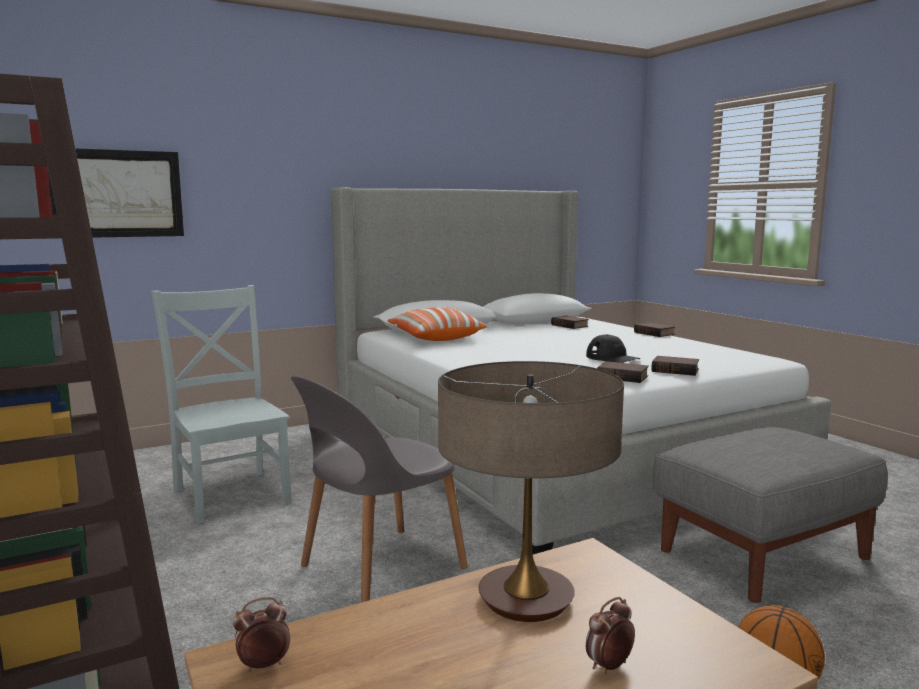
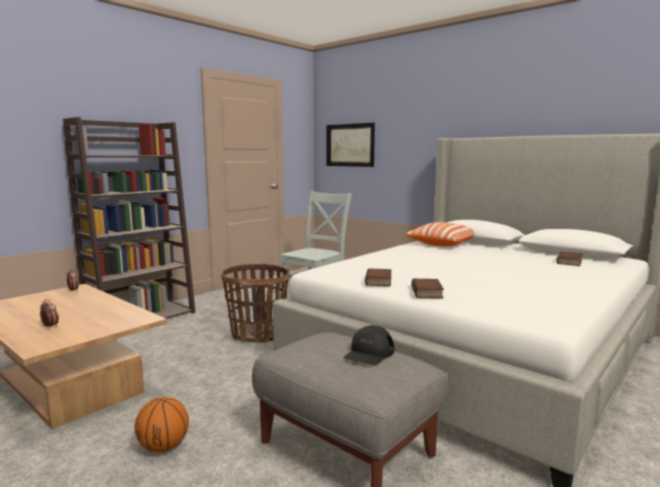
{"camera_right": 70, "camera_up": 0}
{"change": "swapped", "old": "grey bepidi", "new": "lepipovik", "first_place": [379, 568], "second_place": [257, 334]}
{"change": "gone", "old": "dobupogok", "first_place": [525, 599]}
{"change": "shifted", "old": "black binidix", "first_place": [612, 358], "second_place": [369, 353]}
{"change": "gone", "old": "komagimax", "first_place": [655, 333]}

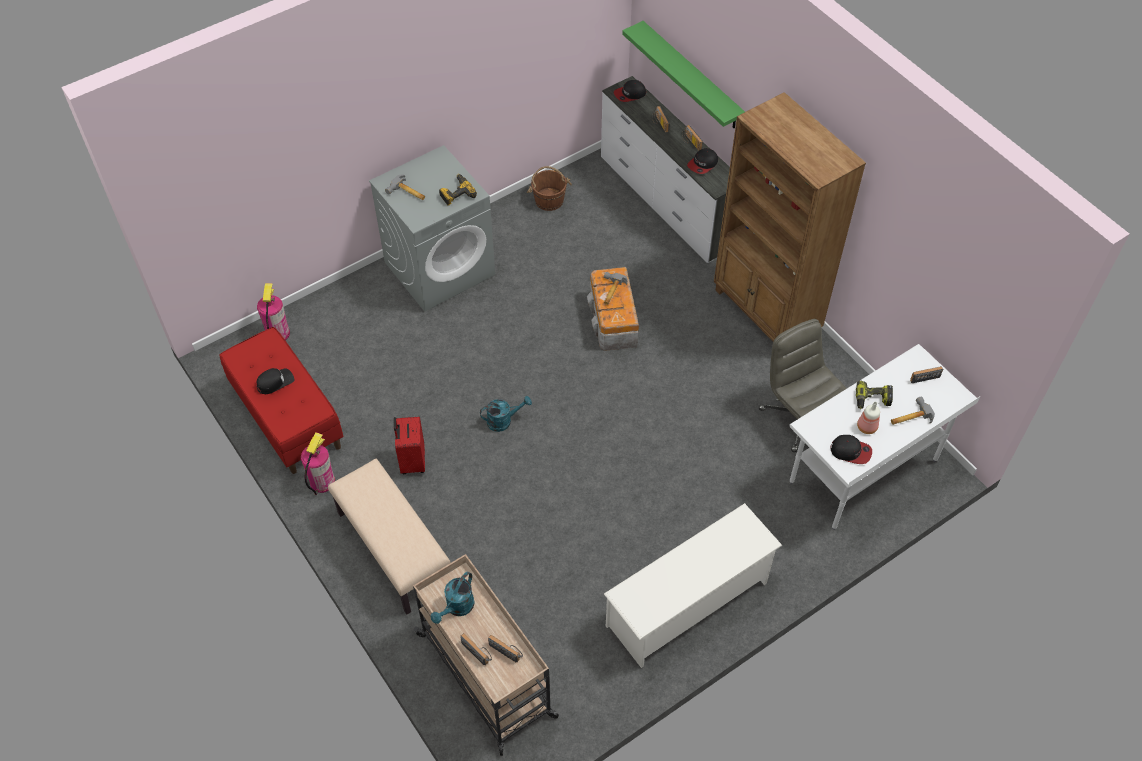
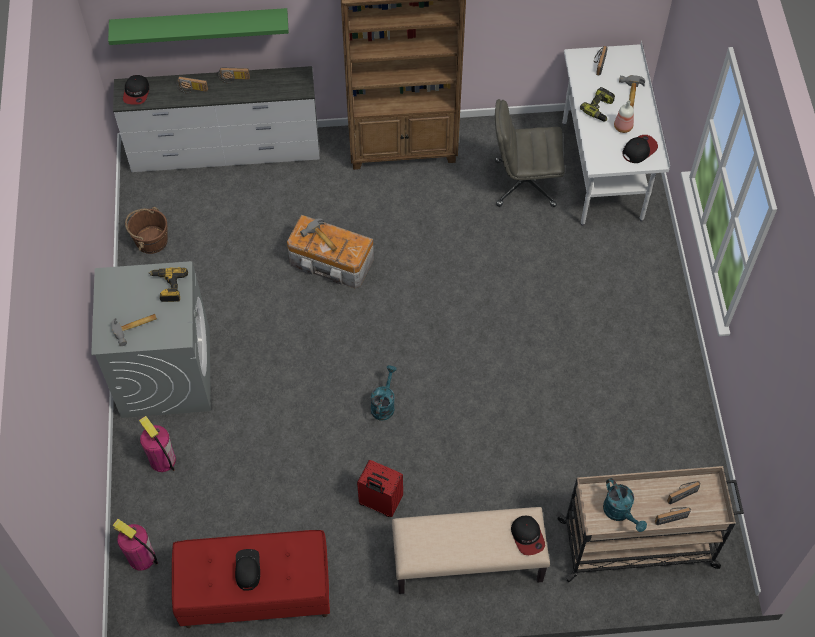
{"camera_right": -60, "camera_up": 5}
{"change": "shifted", "old": "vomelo", "first_place": [322, 481], "second_place": [162, 460]}
{"change": "gone", "old": "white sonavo", "first_place": [687, 604]}
{"change": "shifted", "old": "binidix", "first_place": [703, 164], "second_place": [527, 536]}

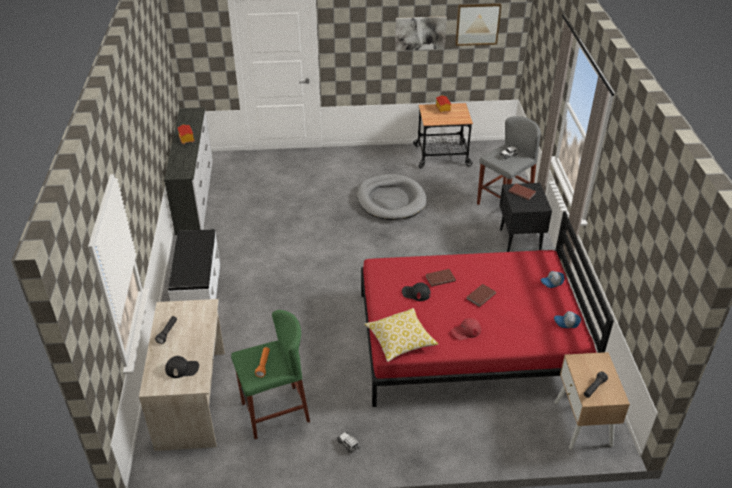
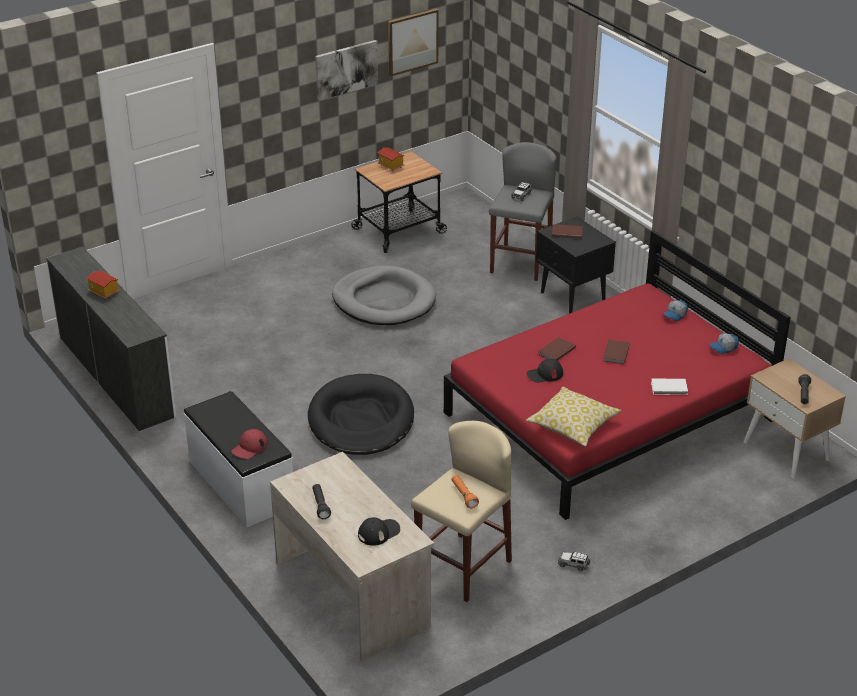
{"camera_right": -30, "camera_up": -5}
{"change": "repainted", "old": "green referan", "new": "beige referan", "first_place": [275, 412], "second_place": [463, 568]}
{"change": "shifted", "old": "red binidix", "first_place": [466, 331], "second_place": [249, 447]}
{"change": "new", "new": "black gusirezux", "second_place": [361, 420]}
{"change": "new", "new": "white komagimax", "second_place": [669, 388]}

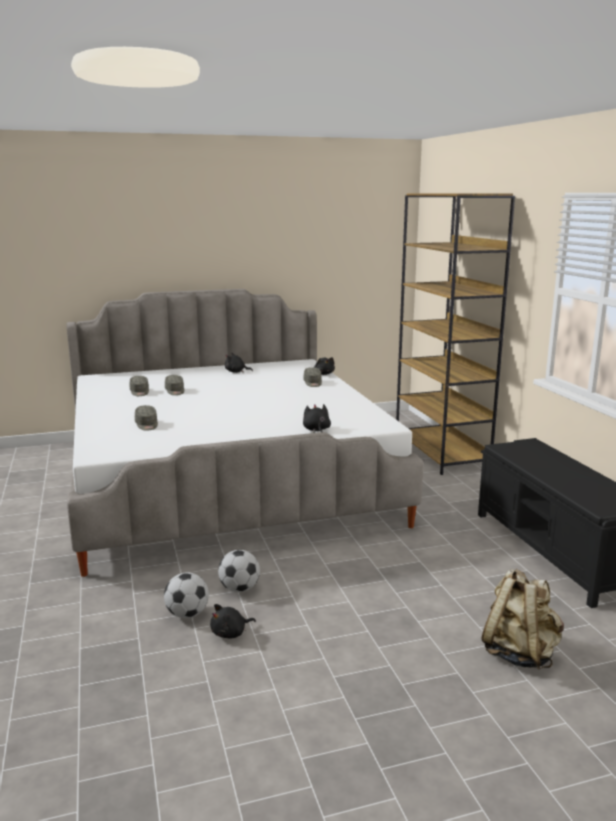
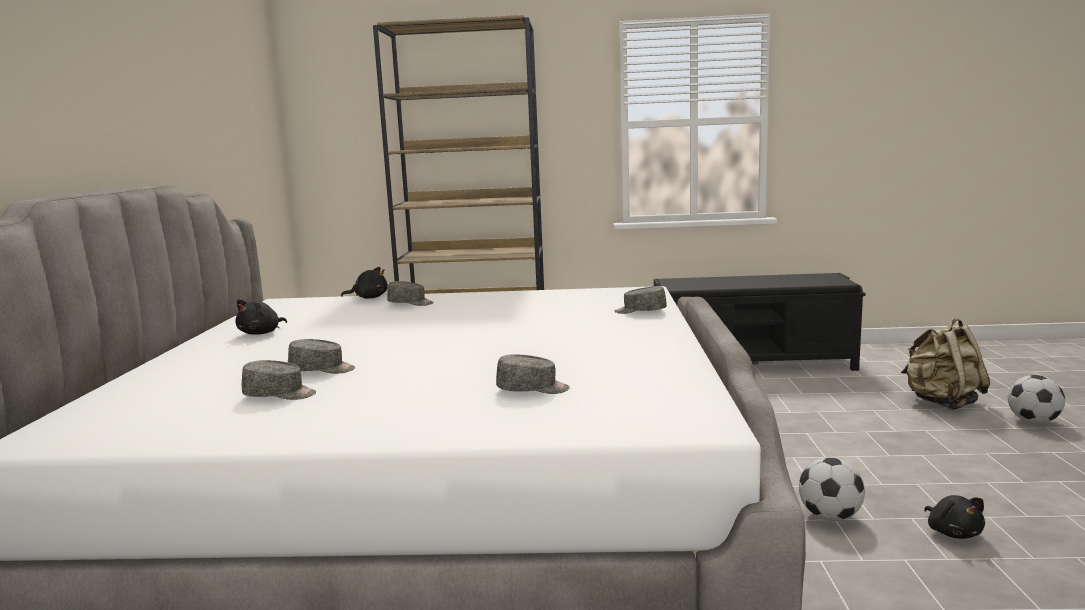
{"camera_right": -70, "camera_up": -5}
{"change": "shifted", "old": "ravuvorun", "first_place": [187, 614], "second_place": [1033, 421]}
{"change": "swapped", "old": "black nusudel", "new": "grey binidix", "first_place": [316, 430], "second_place": [640, 311]}

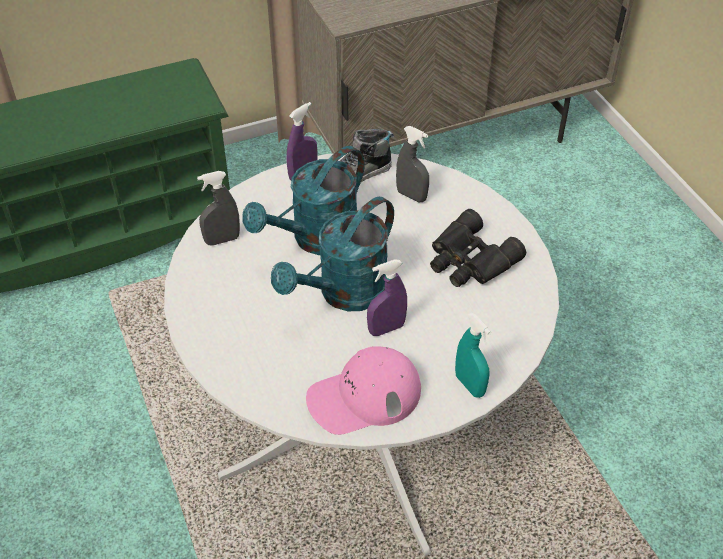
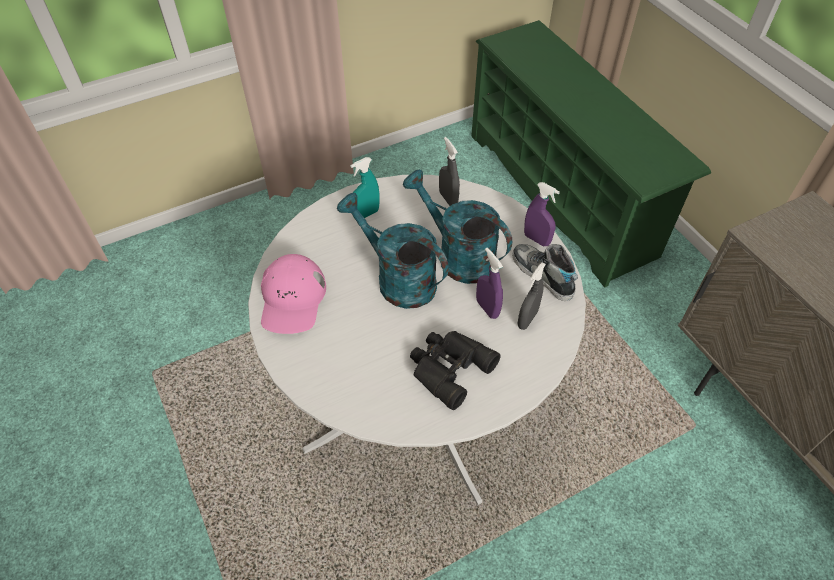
{"camera_right": 85, "camera_up": 5}
{"change": "rotated", "old": "pink binidix", "first_place": [364, 396], "second_place": [292, 299], "degrees": -150}
{"change": "shifted", "old": "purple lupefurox", "first_place": [386, 329], "second_place": [487, 308]}
{"change": "shifted", "old": "turquoise lupefurox", "first_place": [469, 385], "second_place": [366, 214]}

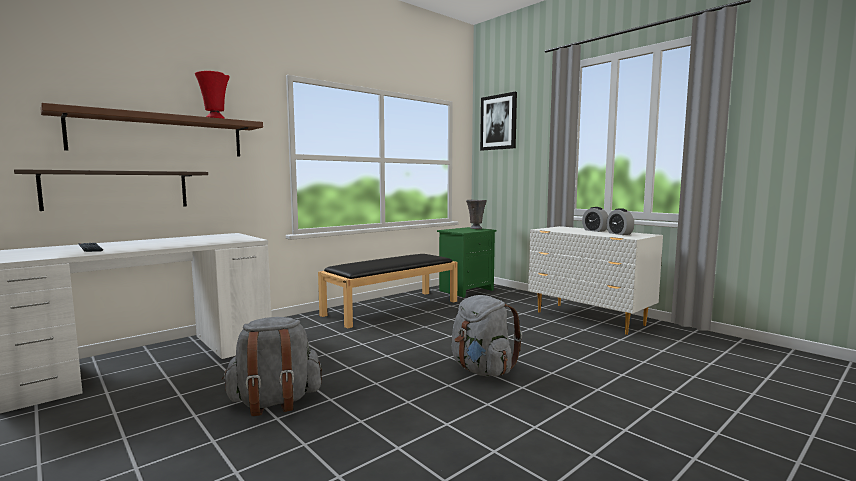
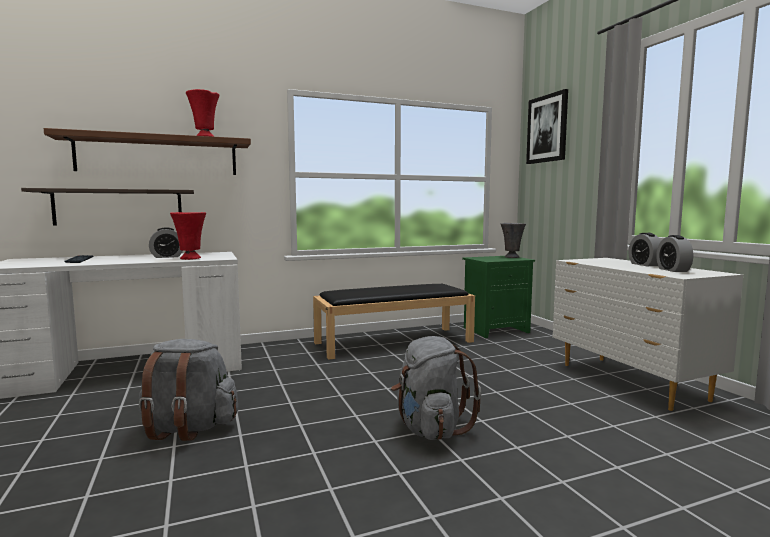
{"camera_right": 20, "camera_up": 0}
{"change": "new", "new": "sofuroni", "second_place": [167, 257]}
{"change": "new", "new": "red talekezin", "second_place": [191, 258]}

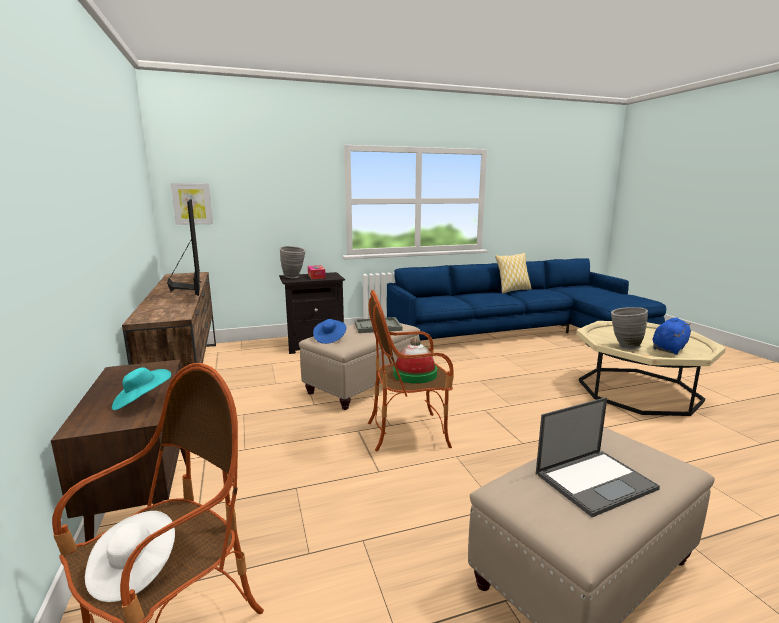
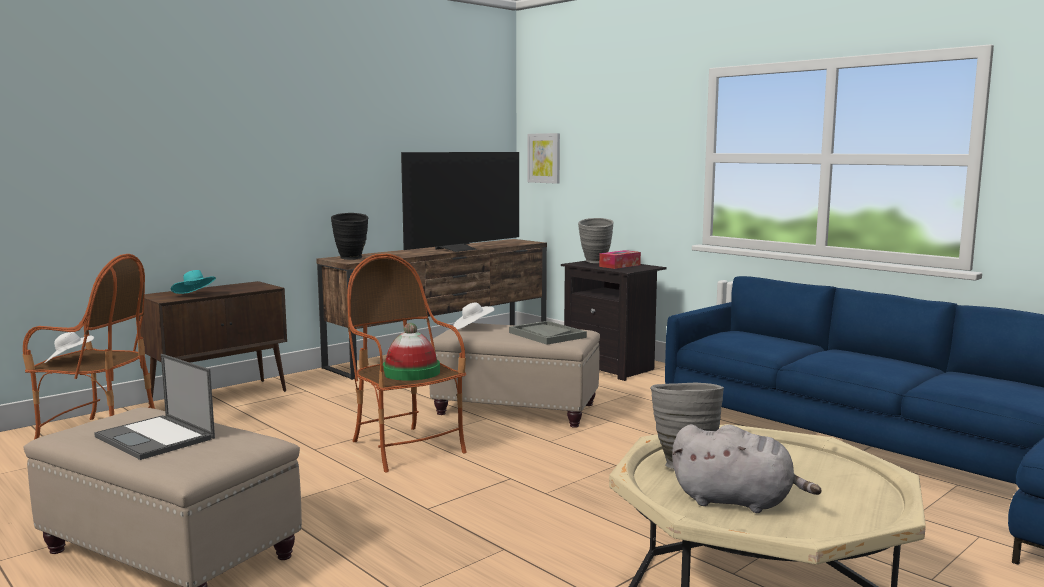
{"camera_right": 65, "camera_up": -5}
{"change": "repainted", "old": "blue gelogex", "new": "white gelogex", "first_place": [329, 338], "second_place": [472, 327]}
{"change": "gone", "old": "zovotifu", "first_place": [512, 290]}
{"change": "repainted", "old": "blue nusudel", "new": "grey nusudel", "first_place": [669, 349], "second_place": [737, 502]}
{"change": "new", "new": "black talekezin", "second_place": [351, 259]}

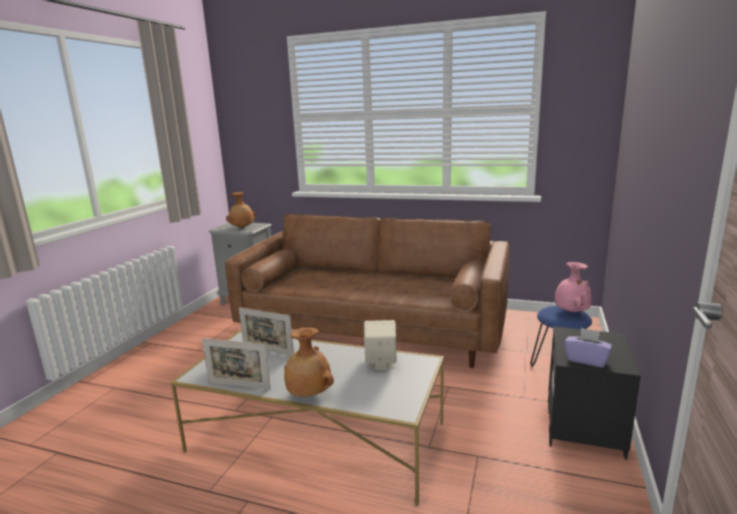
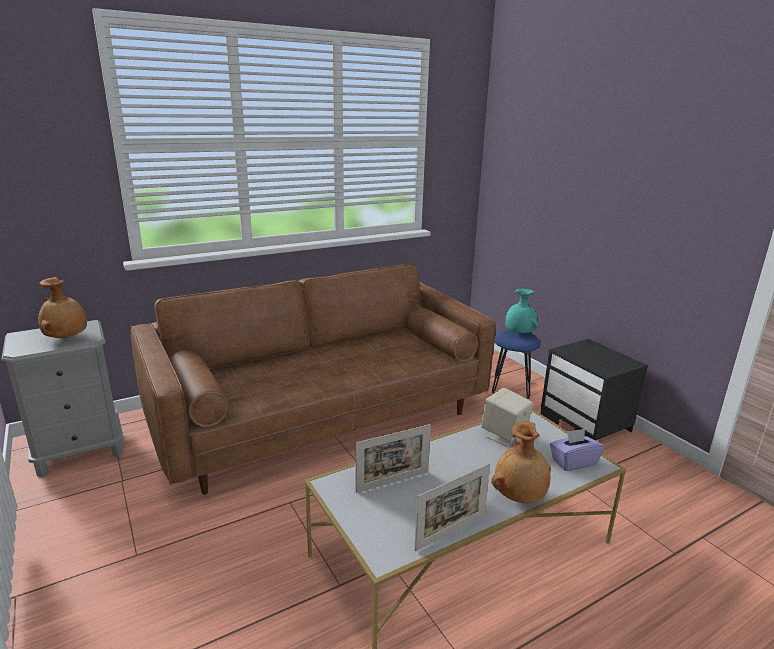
{"camera_right": -50, "camera_up": 5}
{"change": "repainted", "old": "pink talekezin", "new": "turquoise talekezin", "first_place": [571, 311], "second_place": [519, 333]}
{"change": "shifted", "old": "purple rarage", "first_place": [586, 360], "second_place": [573, 462]}

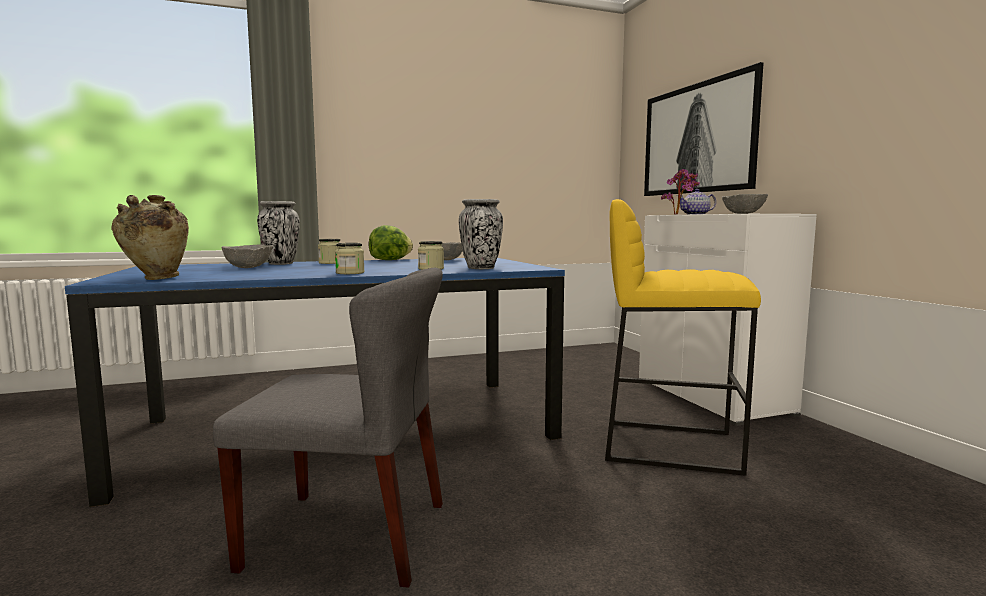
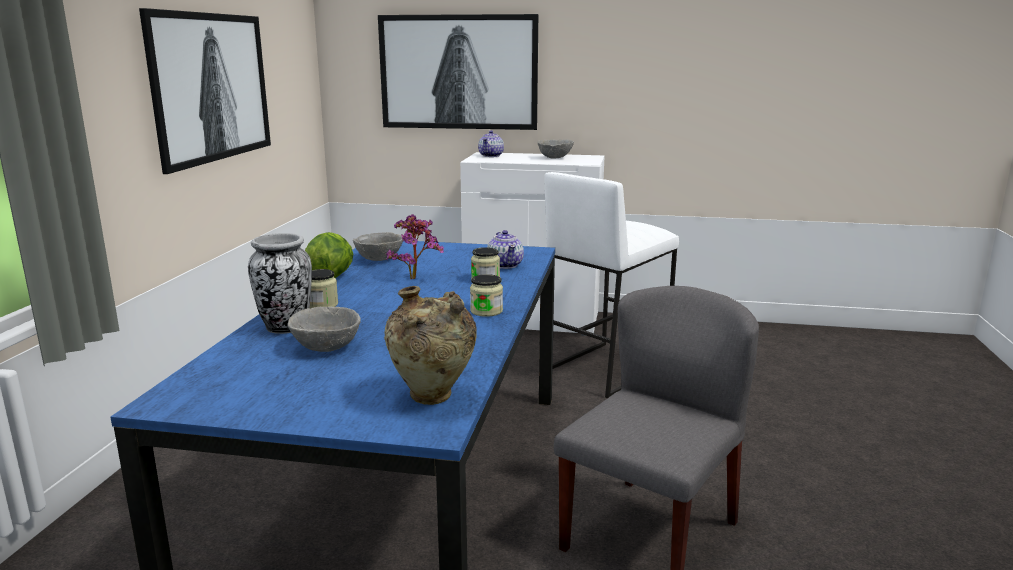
{"camera_right": -60, "camera_up": 10}
{"change": "swapped", "old": "talekezin", "new": "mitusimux", "first_place": [481, 268], "second_place": [505, 265]}
{"change": "repainted", "old": "yellow referan", "new": "white referan", "first_place": [670, 445], "second_place": [604, 368]}
{"change": "shifted", "old": "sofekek", "first_place": [679, 214], "second_place": [416, 278]}
{"change": "new", "new": "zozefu", "second_place": [210, 87]}

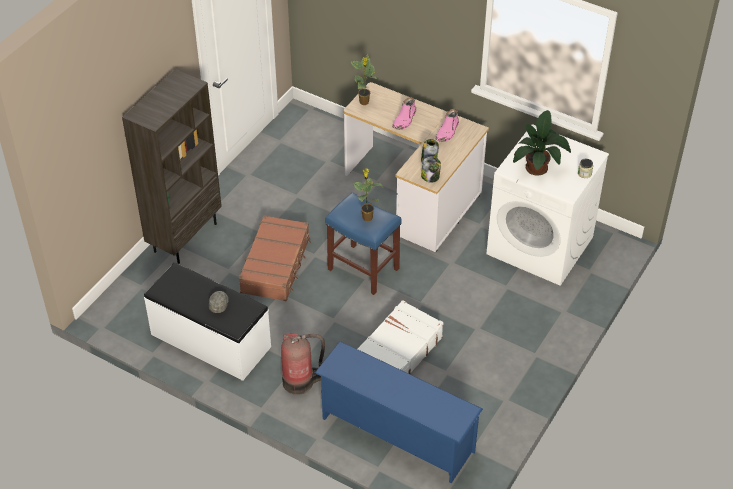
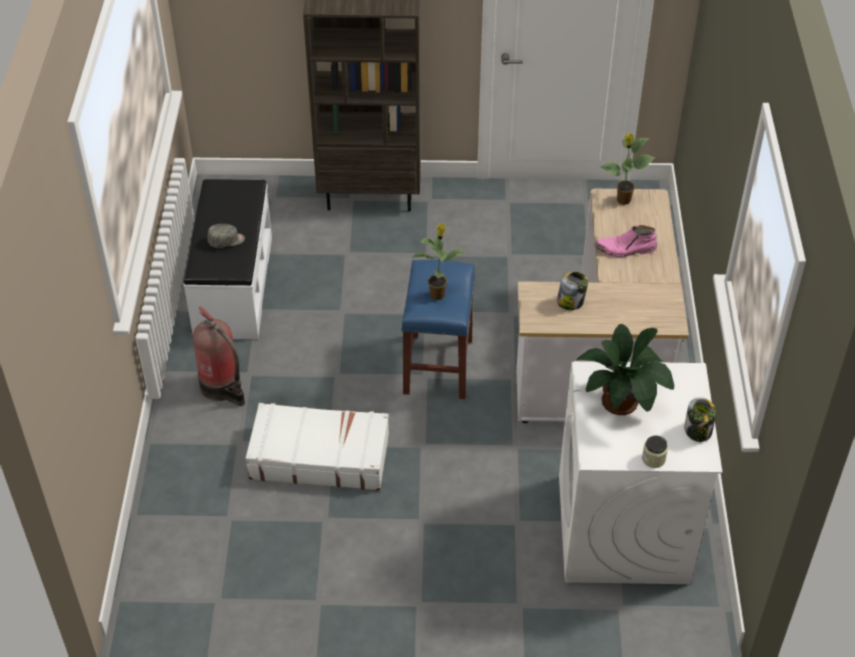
{"camera_right": 60, "camera_up": 0}
{"change": "gone", "old": "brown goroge", "first_place": [276, 265]}
{"change": "gone", "old": "blue sonavo", "first_place": [395, 435]}
{"change": "shifted", "old": "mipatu", "first_place": [430, 177], "second_place": [698, 431]}
{"change": "gone", "old": "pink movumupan", "first_place": [447, 132]}

